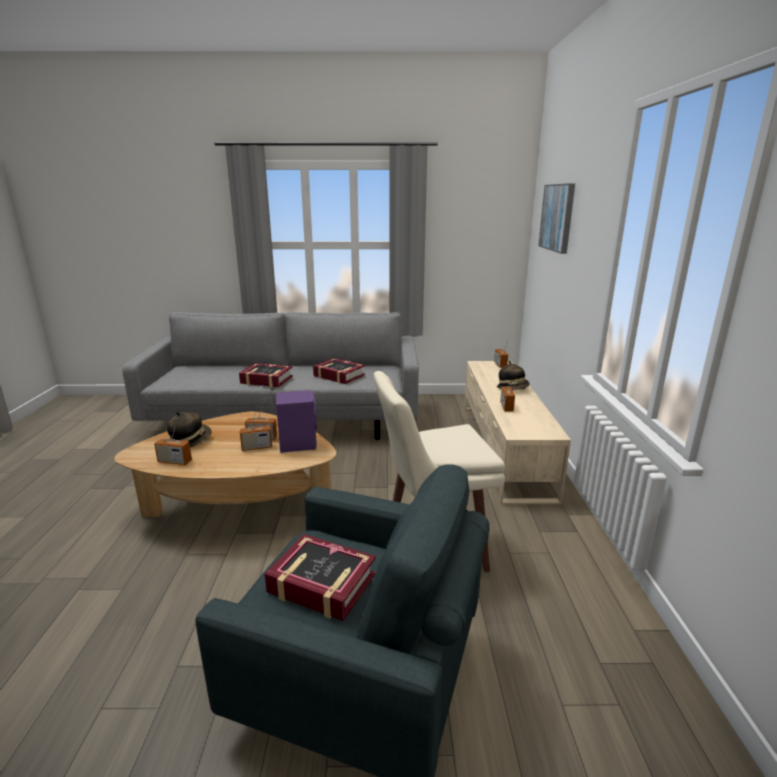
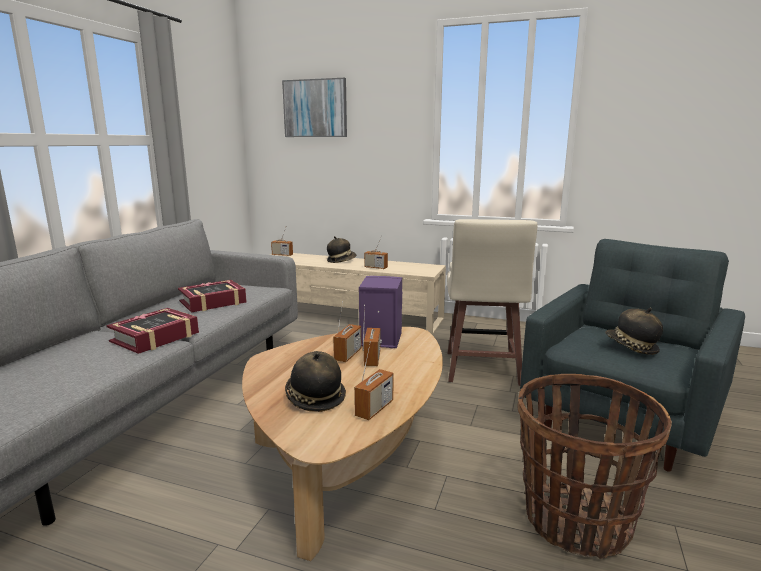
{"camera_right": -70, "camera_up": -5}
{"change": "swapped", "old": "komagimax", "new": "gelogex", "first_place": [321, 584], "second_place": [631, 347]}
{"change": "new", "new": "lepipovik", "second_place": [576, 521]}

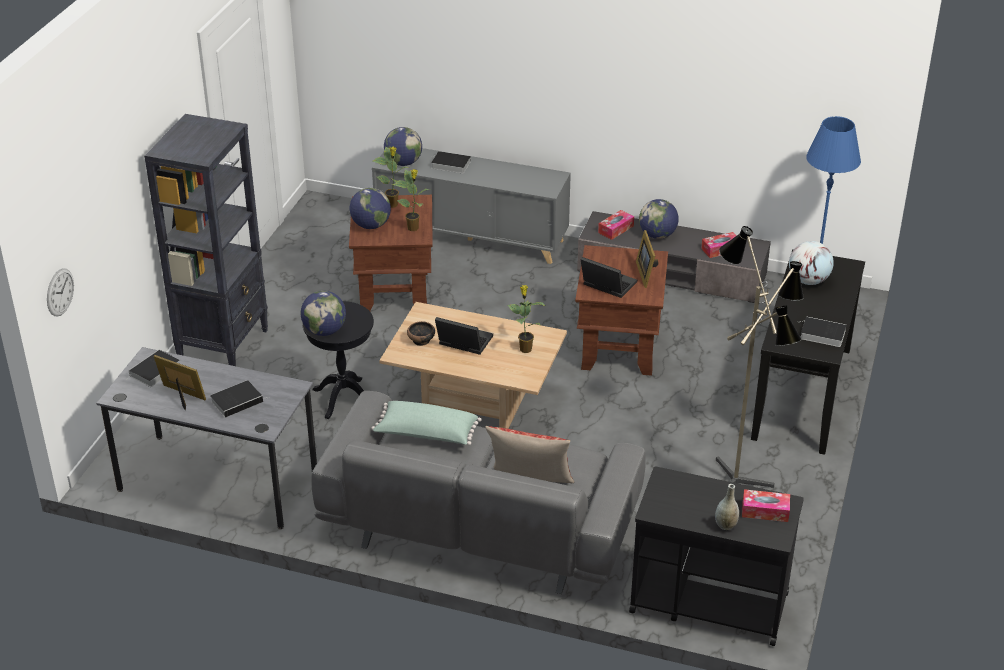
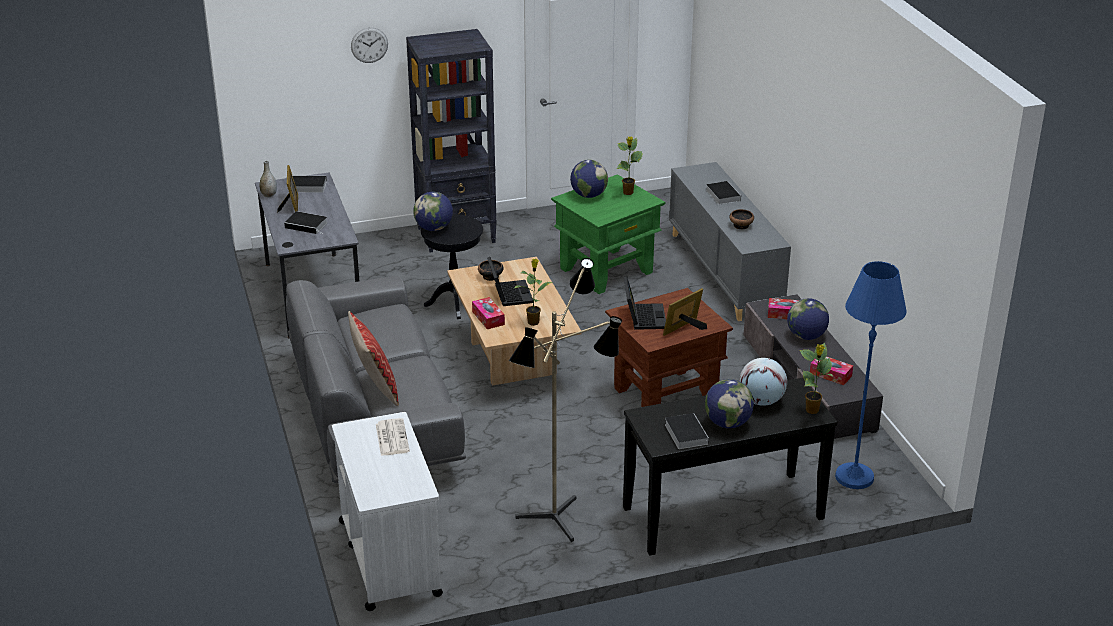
{"camera_right": 55, "camera_up": -5}
{"change": "shifted", "old": "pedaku", "first_place": [60, 292], "second_place": [369, 45]}
{"change": "repainted", "old": "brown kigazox", "new": "green kigazox", "first_place": [395, 291], "second_place": [607, 270]}
{"change": "gone", "old": "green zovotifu", "first_place": [426, 434]}
{"change": "shifted", "old": "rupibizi", "first_place": [403, 163], "second_place": [727, 423]}
{"change": "shifted", "old": "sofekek", "first_place": [413, 228], "second_place": [812, 410]}
{"change": "repainted", "old": "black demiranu", "new": "white demiranu", "first_place": [707, 602], "second_place": [389, 557]}
{"change": "shifted", "old": "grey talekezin", "first_place": [725, 525], "second_place": [269, 195]}
{"change": "shifted", "old": "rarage", "first_place": [765, 511], "second_place": [488, 318]}
{"change": "new", "new": "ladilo", "second_place": [391, 437]}
{"change": "new", "new": "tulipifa", "second_place": [741, 225]}

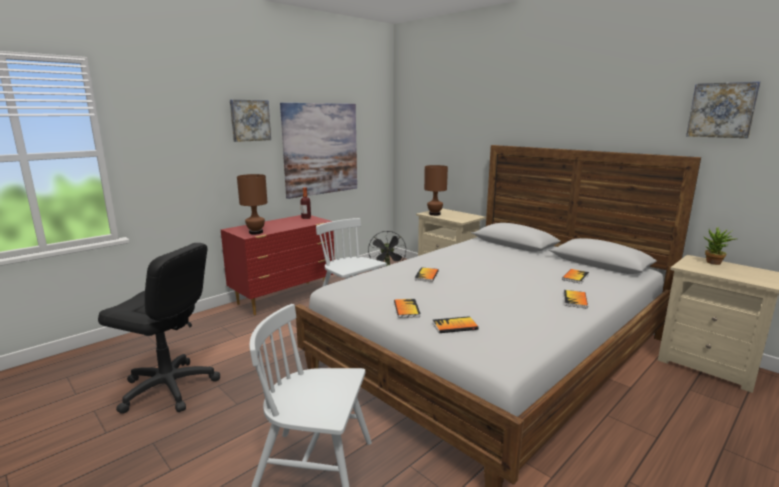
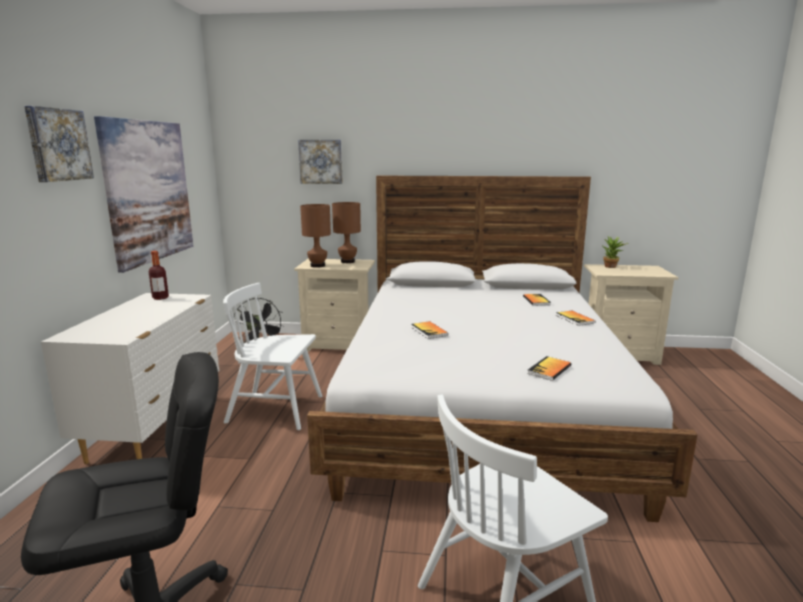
{"camera_right": -40, "camera_up": 0}
{"change": "repainted", "old": "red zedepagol", "new": "white zedepagol", "first_place": [284, 297], "second_place": [155, 427]}
{"change": "shifted", "old": "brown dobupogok", "first_place": [255, 232], "second_place": [347, 261]}
{"change": "gone", "old": "komagimax", "first_place": [406, 309]}
{"change": "shifted", "old": "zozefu", "first_place": [722, 110], "second_place": [321, 161]}

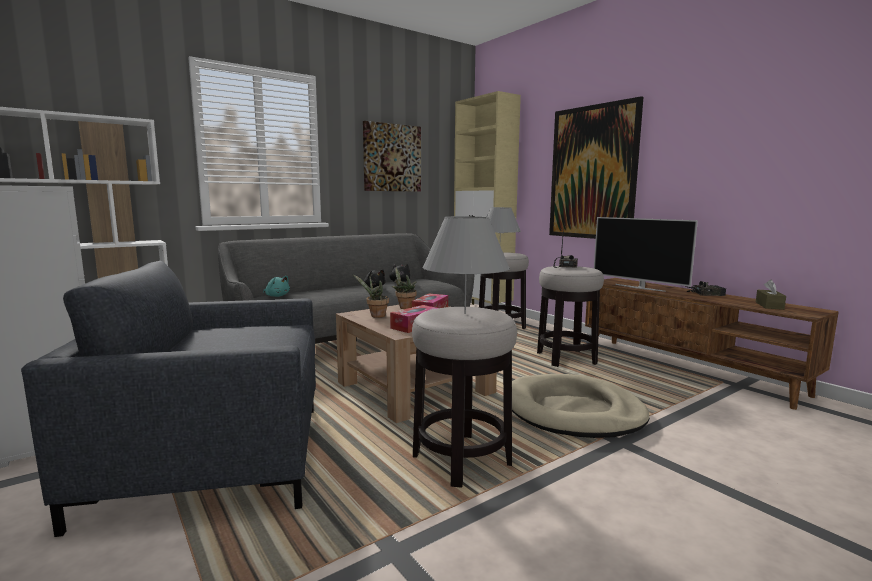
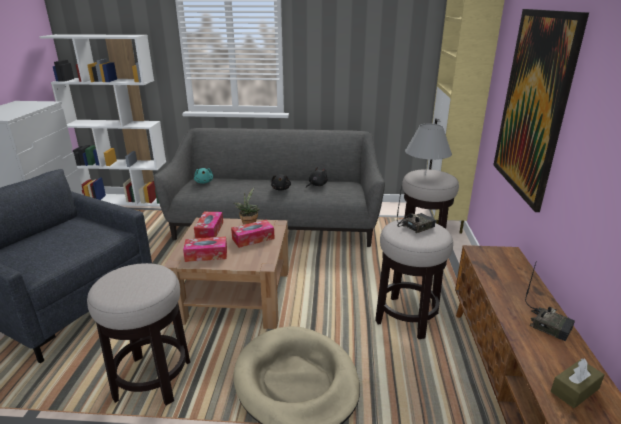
{"camera_right": 40, "camera_up": 15}
{"change": "swapped", "old": "sofekek", "new": "rarage", "first_place": [375, 316], "second_place": [209, 230]}
{"change": "gone", "old": "zozefu", "first_place": [392, 158]}
{"change": "gone", "old": "grey dobupogok", "first_place": [465, 313]}
{"change": "gone", "old": "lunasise", "first_place": [639, 287]}

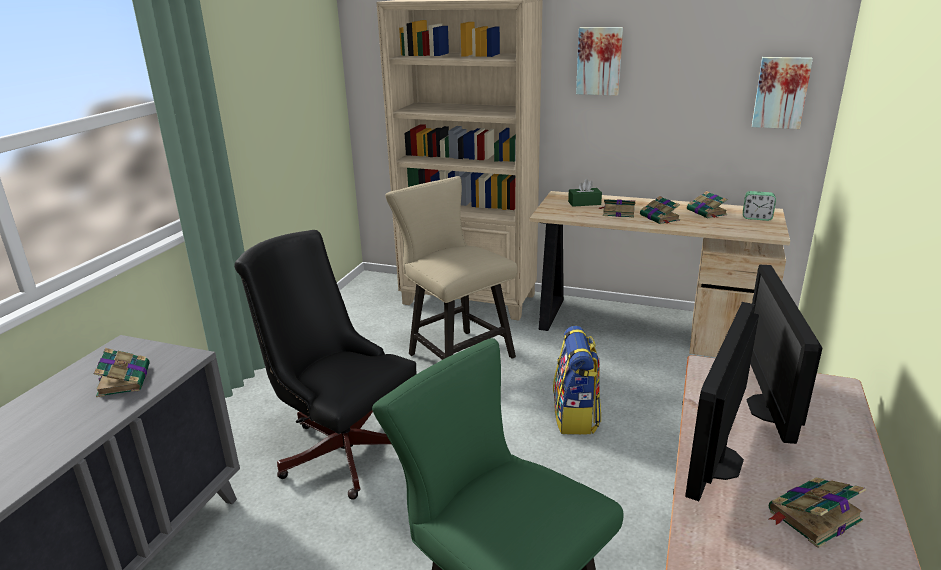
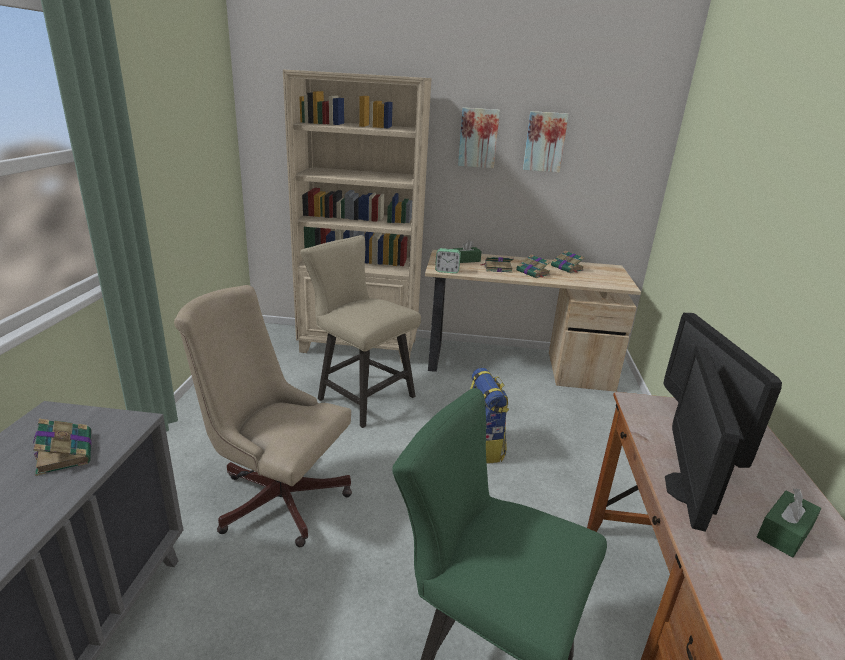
{"camera_right": -15, "camera_up": 0}
{"change": "repainted", "old": "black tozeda", "new": "beige tozeda", "first_place": [341, 448], "second_place": [276, 496]}
{"change": "shifted", "old": "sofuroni", "first_place": [756, 218], "second_place": [447, 271]}
{"change": "shifted", "old": "zozefu", "first_place": [780, 92], "second_place": [544, 141]}
{"change": "swapped", "old": "komagimax", "new": "green rarage", "first_place": [812, 516], "second_place": [784, 532]}

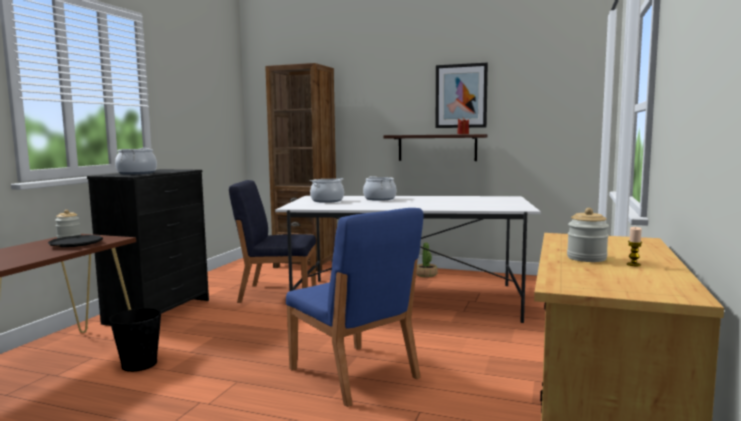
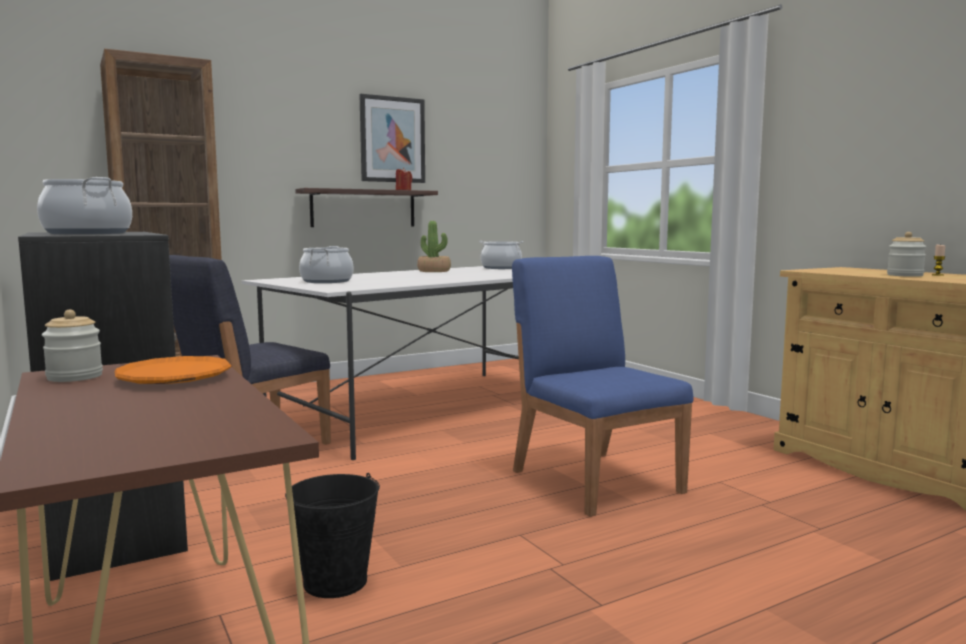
{"camera_right": -50, "camera_up": 0}
{"change": "repainted", "old": "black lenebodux", "new": "orange lenebodux", "first_place": [76, 244], "second_place": [174, 378]}
{"change": "rotated", "old": "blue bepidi", "first_place": [354, 374], "second_place": [595, 480], "degrees": -120}
{"change": "shifted", "old": "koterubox", "first_place": [379, 199], "second_place": [501, 268]}
{"change": "shifted", "old": "sofekek", "first_place": [426, 275], "second_place": [434, 271]}

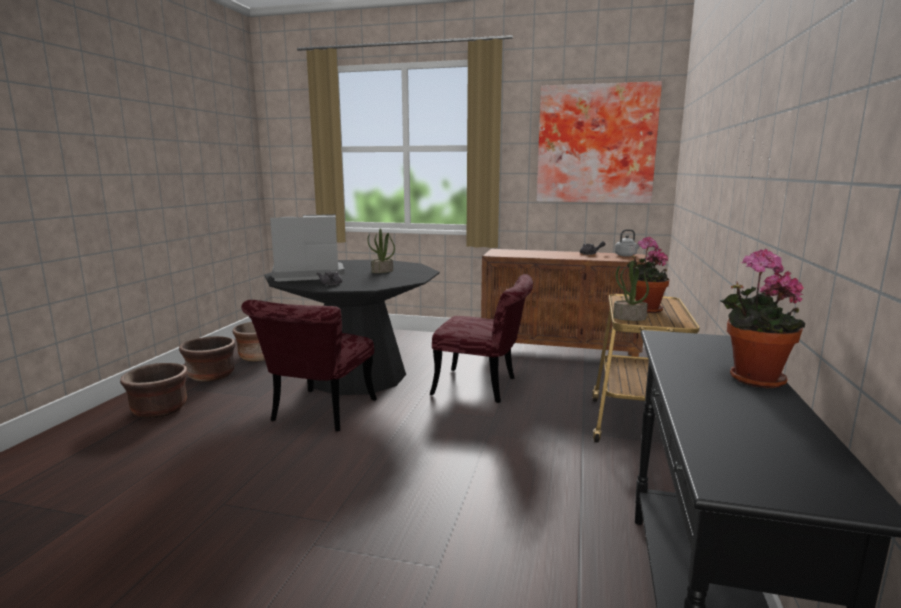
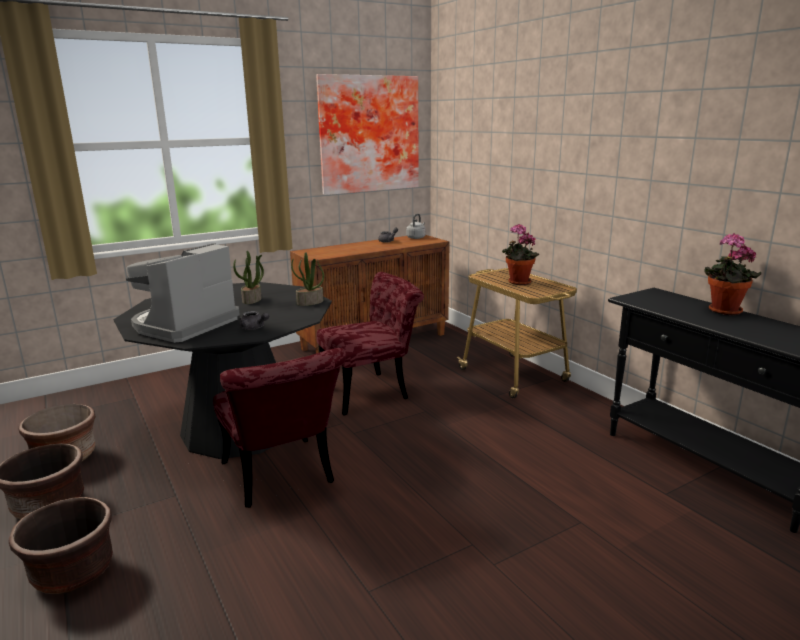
{"camera_right": -45, "camera_up": 5}
{"change": "shifted", "old": "sofekek", "first_place": [629, 318], "second_place": [310, 302]}

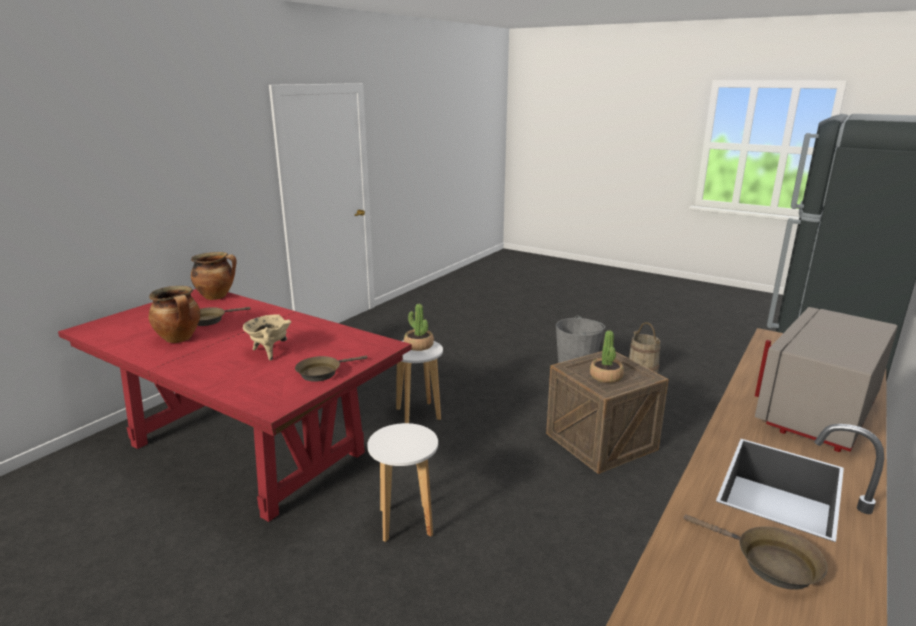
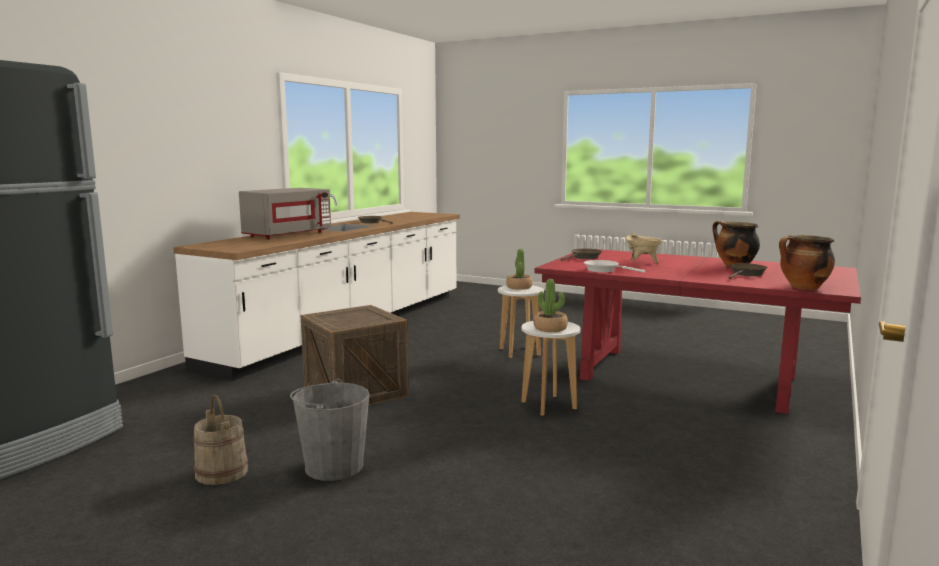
{"camera_right": 175, "camera_up": -10}
{"change": "shifted", "old": "sofekek", "first_place": [606, 376], "second_place": [519, 287]}
{"change": "new", "new": "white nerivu", "second_place": [604, 270]}

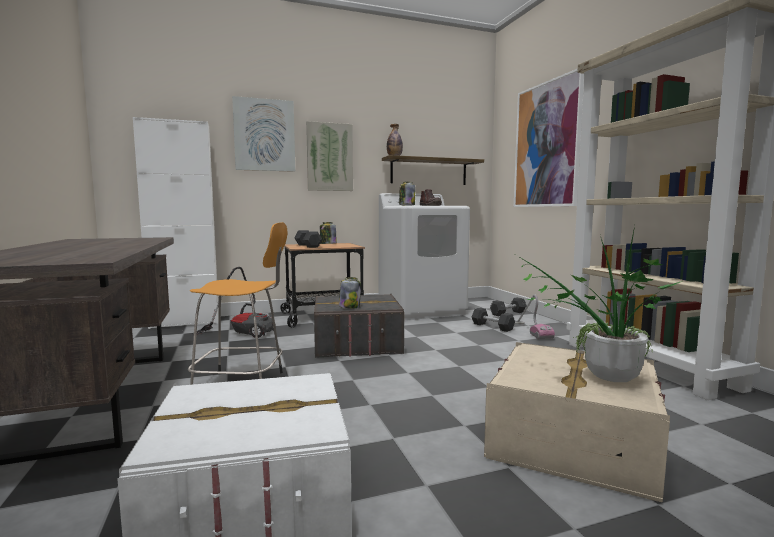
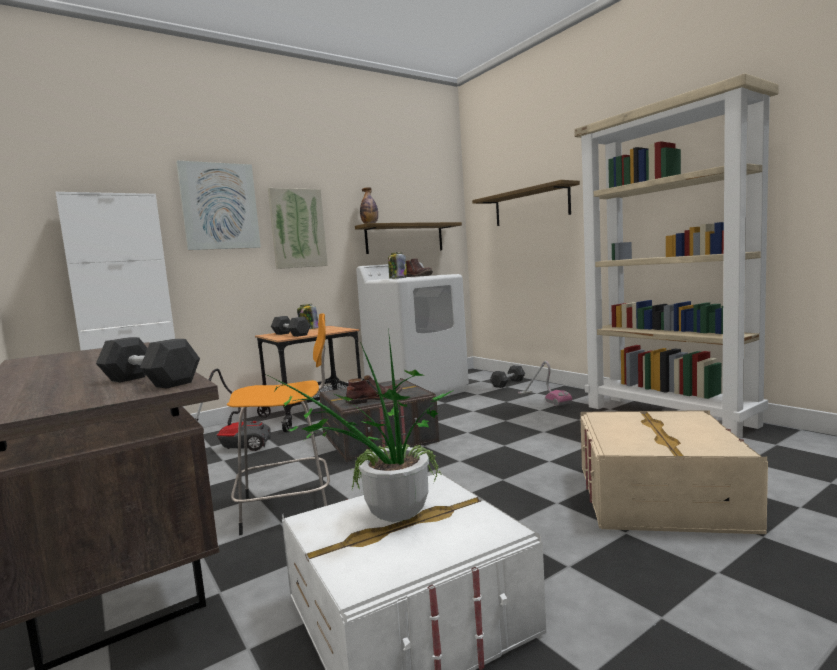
{"camera_right": -15, "camera_up": 0}
{"change": "swapped", "old": "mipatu", "new": "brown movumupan", "first_place": [349, 307], "second_place": [374, 399]}
{"change": "shifted", "old": "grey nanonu", "first_place": [492, 327], "second_place": [150, 381]}
{"change": "swapped", "old": "zozefu", "new": "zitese", "first_place": [547, 145], "second_place": [531, 206]}
{"change": "shifted", "old": "sofekek", "first_place": [599, 378], "second_place": [383, 517]}

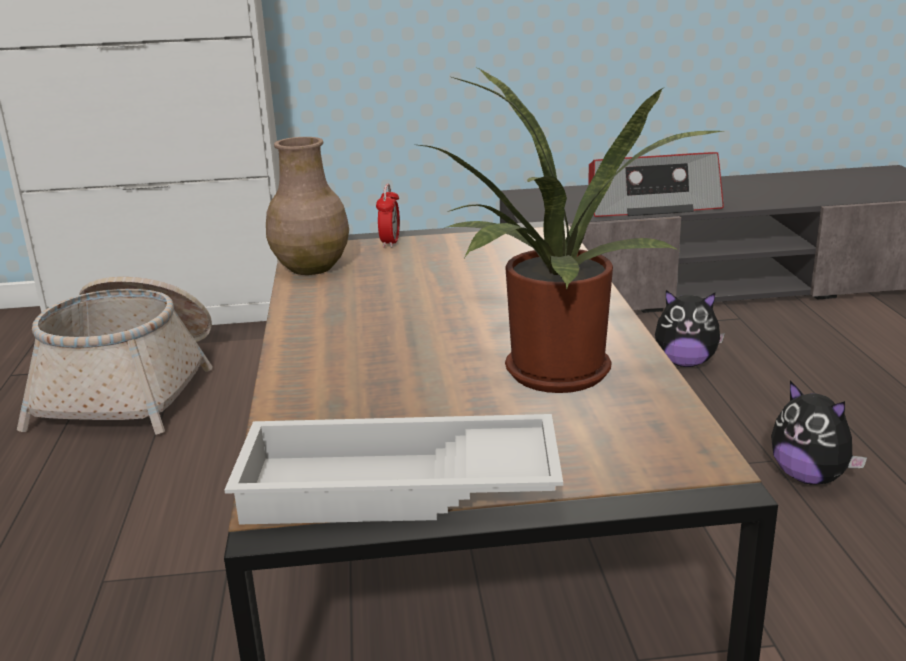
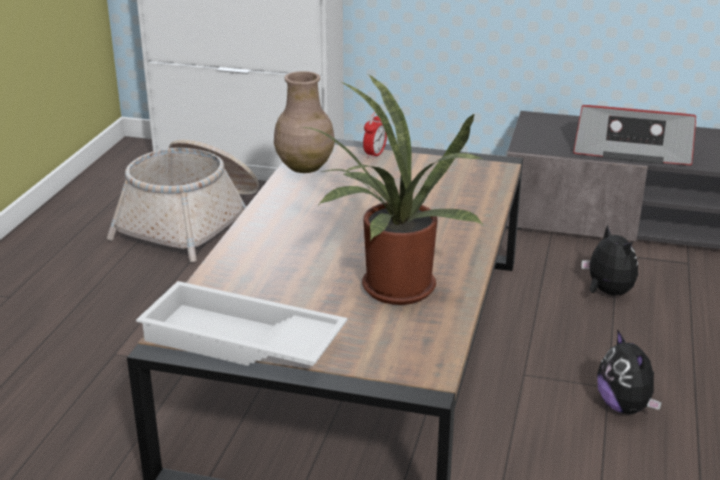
{"camera_right": 20, "camera_up": 5}
{"change": "rotated", "old": "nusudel", "first_place": [685, 362], "second_place": [607, 292], "degrees": -150}

